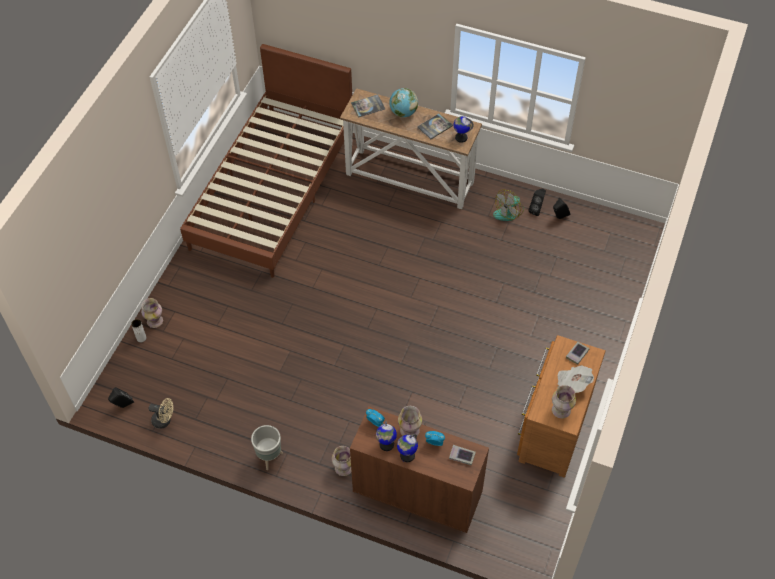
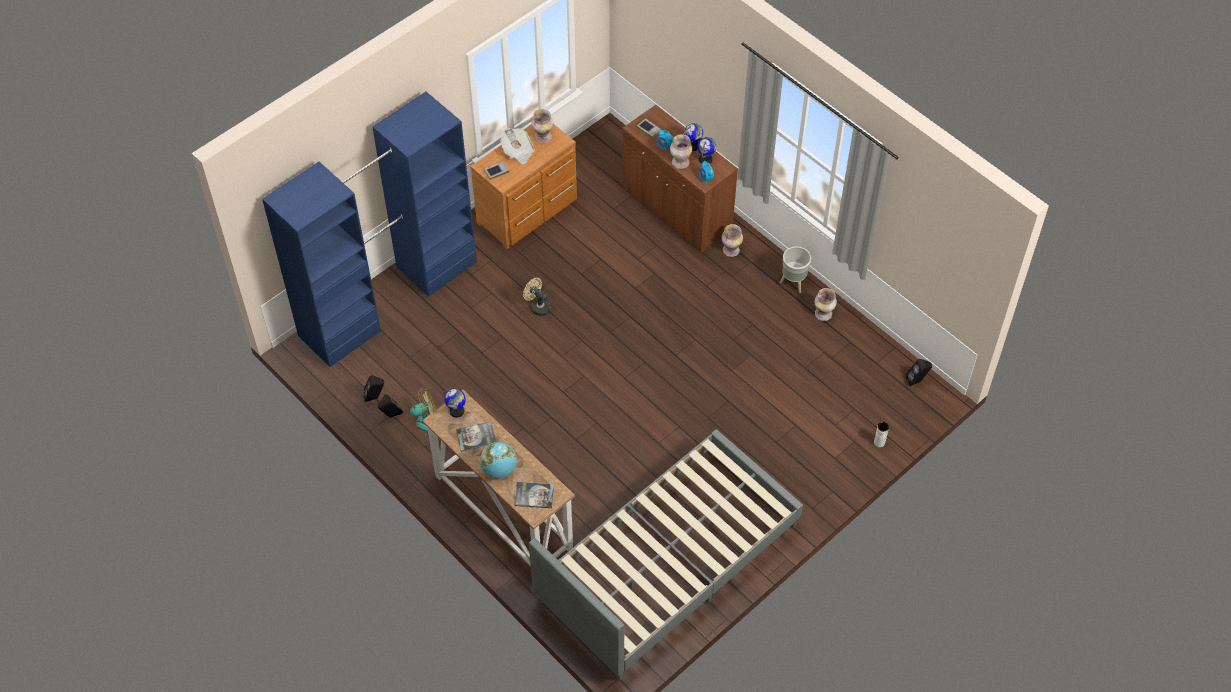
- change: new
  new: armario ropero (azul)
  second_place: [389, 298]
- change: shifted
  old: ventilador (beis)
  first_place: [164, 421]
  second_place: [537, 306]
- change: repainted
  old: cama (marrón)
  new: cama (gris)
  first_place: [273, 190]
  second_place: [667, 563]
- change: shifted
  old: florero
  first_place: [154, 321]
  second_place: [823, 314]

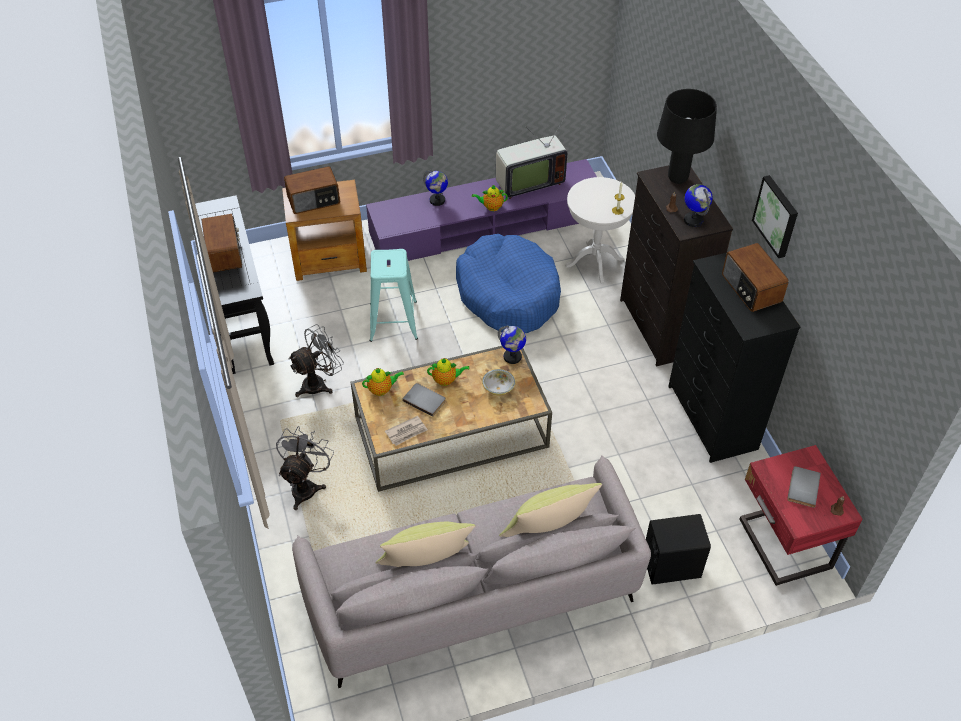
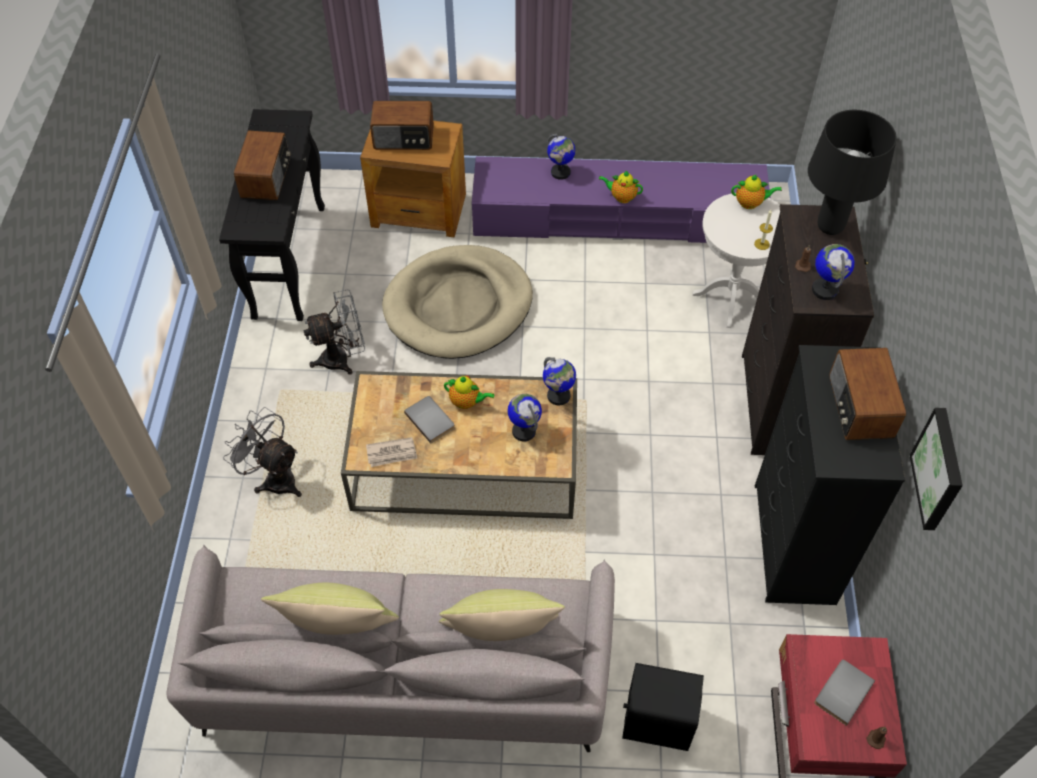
- change: rotated
  old: ventilador (gris)
  first_place: [306, 486]
  second_place: [274, 478]
  degrees: -90
- change: swapped
  old: taburete (turquesa)
  new: cama para perro (beis)
  first_place: [393, 321]
  second_place: [458, 306]
- change: swapped
  old: cuenco
  new: globo terráqueo
  first_place: [498, 388]
  second_place: [524, 431]
- change: shifted
  old: tetera
  first_place: [382, 390]
  second_place: [750, 203]
- change: shifted
  old: cuadro
  first_place: [777, 216]
  second_place: [940, 469]
- change: gone
  old: cama para perro (azul)
  first_place: [508, 294]
- change: gone
  old: televisor
  first_place: [527, 182]

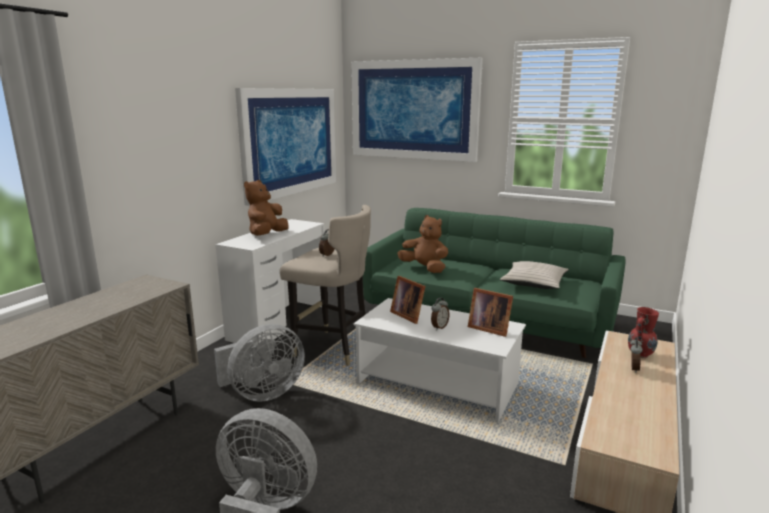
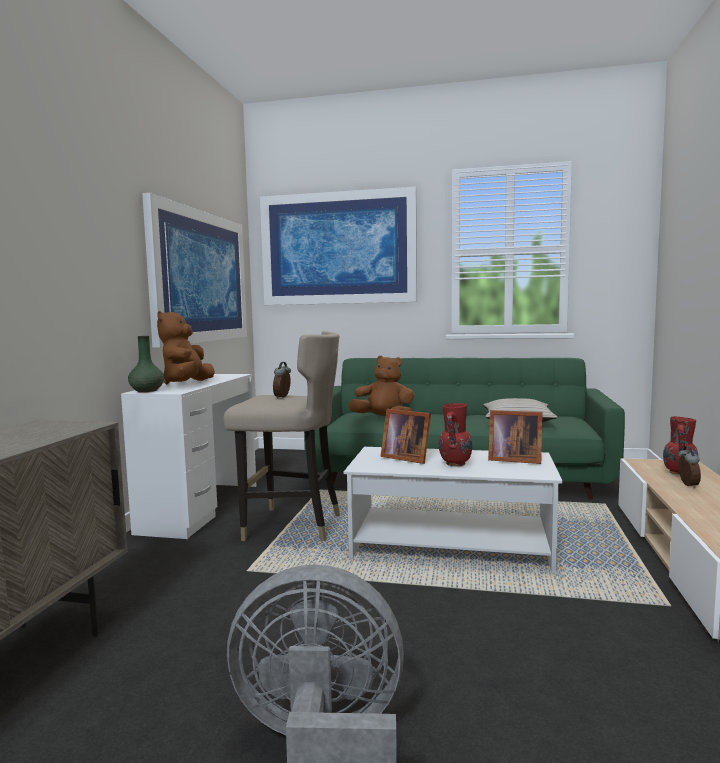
- change: new
  new: florero (verde)
  second_place: [147, 391]
- change: swapped
  old: despertador
  new: florero (rojo)
  first_place: [439, 327]
  second_place: [455, 464]
- change: gone
  old: ventilador (gris)
  first_place: [262, 393]

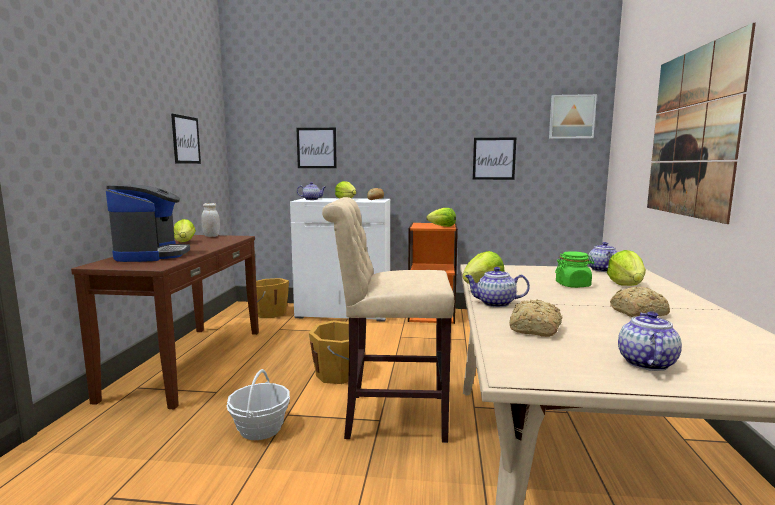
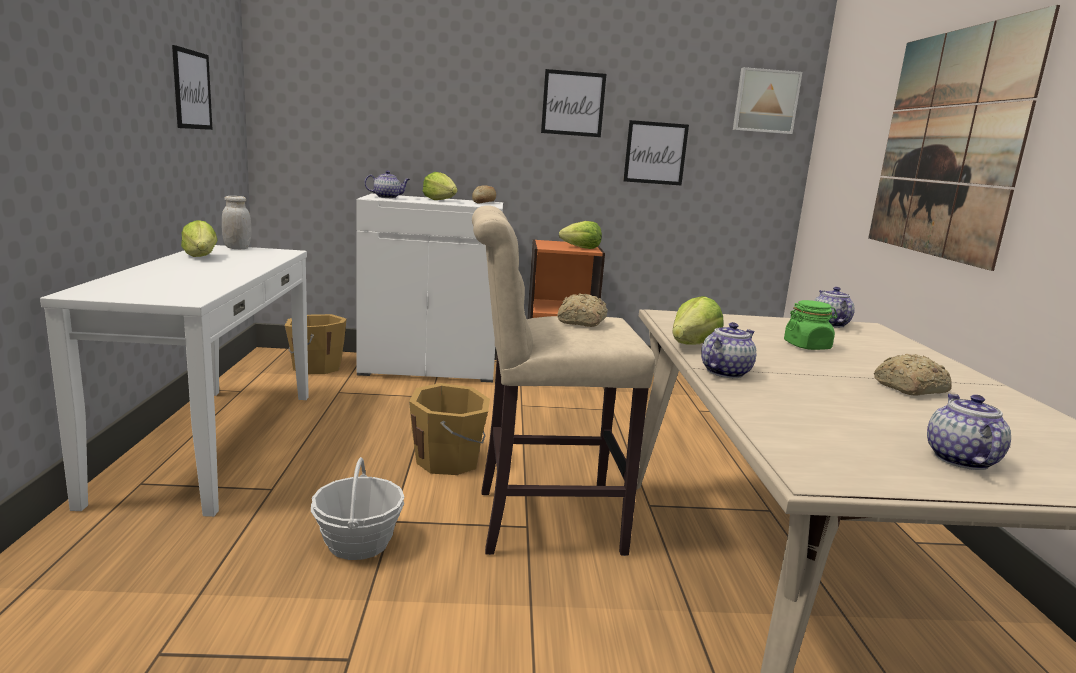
- change: repainted
  old: mesa consola (marrón)
  new: mesa consola (blanco)
  first_place: [188, 362]
  second_place: [211, 443]
- change: shifted
  old: cuadro
  first_place: [316, 148]
  second_place: [573, 103]
- change: shifted
  old: pan
  first_place: [534, 330]
  second_place: [581, 322]
- change: rotated
  old: tetera
  first_place: [494, 304]
  second_place: [725, 372]
  degrees: 135
- change: gone
  old: cafetera
  first_place: [151, 255]
- change: gone
  old: lechuga
  first_place: [626, 285]

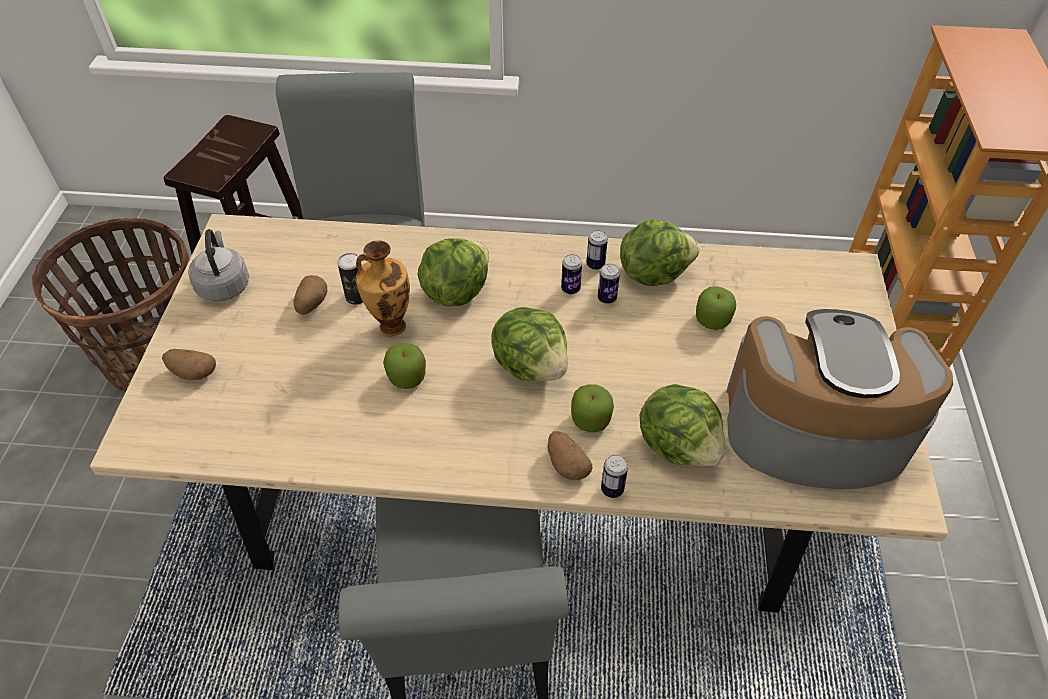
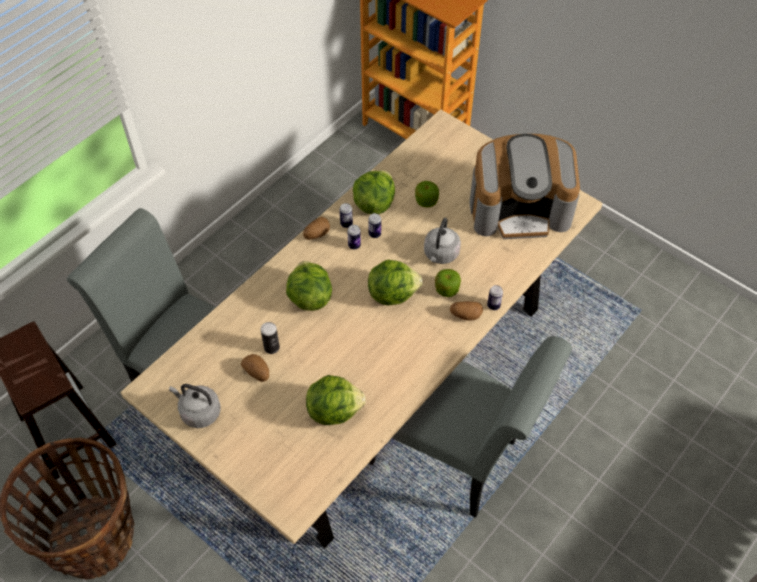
- change: shifted
  old: patata
  first_place: [192, 372]
  second_place: [316, 234]
- change: shifted
  old: lechuga
  first_place: [679, 445]
  second_place: [334, 410]
- change: new
  new: hervidor (gris)
  second_place: [440, 254]
- change: rotated
  old: cafetera
  first_place: [814, 429]
  second_place: [520, 209]
  degrees: -135
- change: gone
  old: florero
  first_place: [390, 326]
- change: gone
  old: manzana
  first_place: [407, 377]

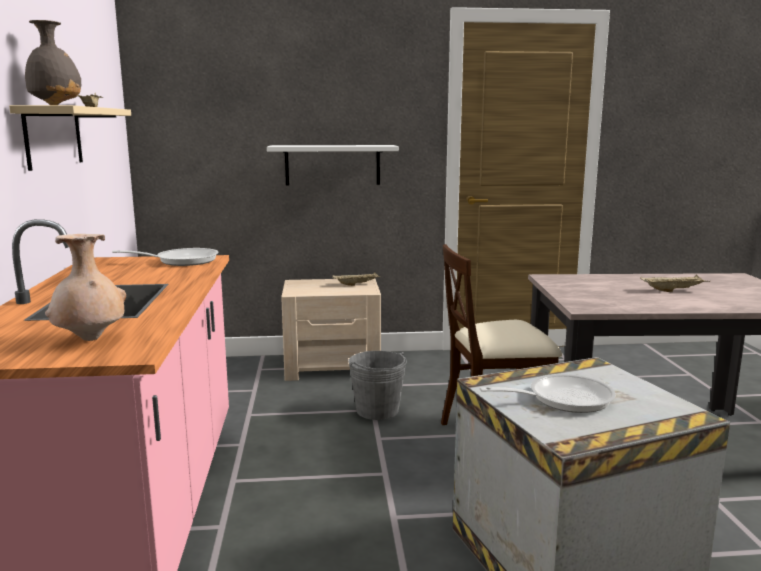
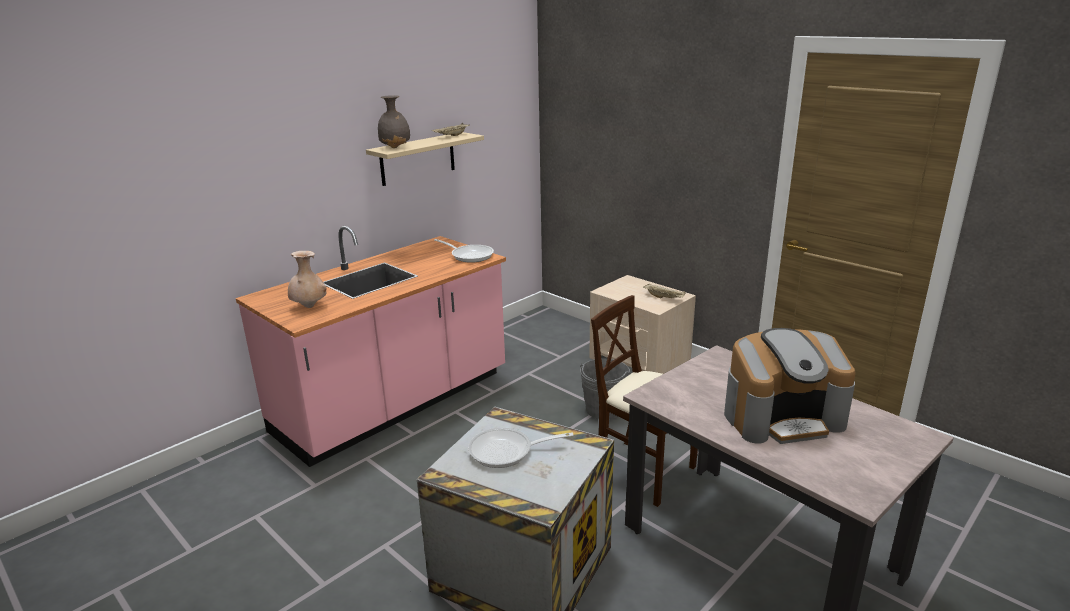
- change: rotated
  old: sartén
  first_place: [562, 399]
  second_place: [506, 452]
  degrees: 135
- change: swapped
  old: bandeja (beis)
  new: cafetera
  first_place: [673, 291]
  second_place: [782, 417]
- change: gone
  old: estante (blanco)
  first_place: [332, 165]

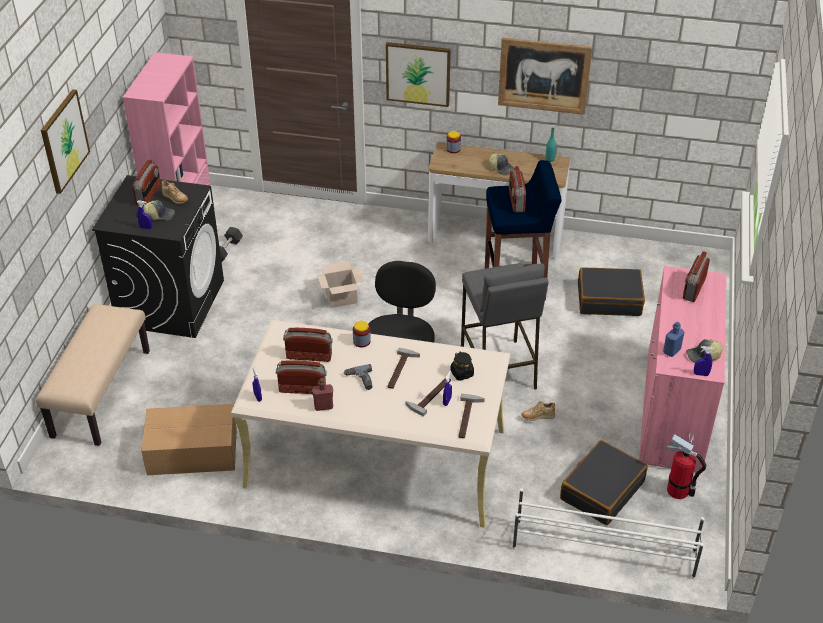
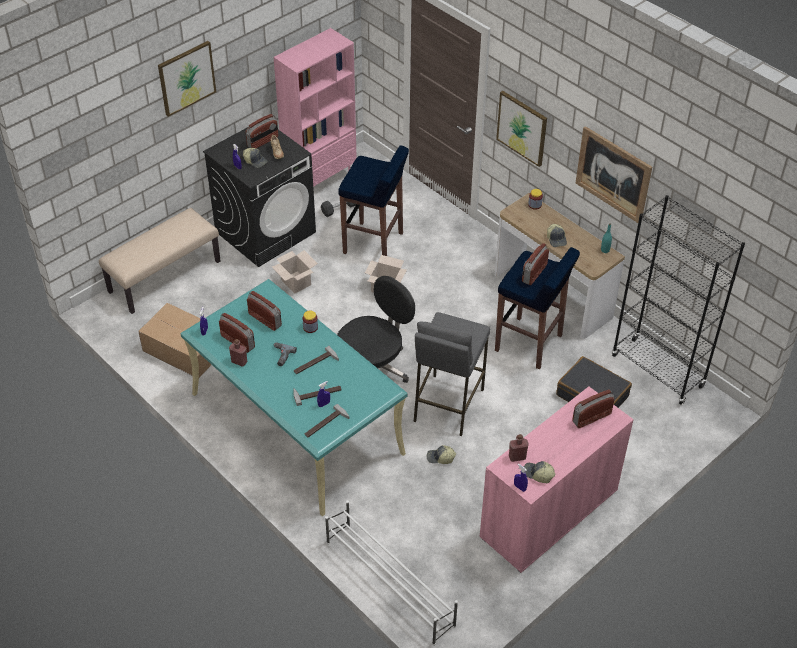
- change: repainted
  old: escritorio (beis)
  new: escritorio (turquesa)
  first_place: [375, 458]
  second_place: [296, 423]
- change: new
  new: caja de cartón
  second_place: [295, 282]
- change: new
  new: taburete (azul)
  second_place: [374, 243]
- change: swapped
  old: zapato (beis)
  new: gorra
  first_place: [537, 417]
  second_place: [440, 458]
- change: repainted
  old: botella (azul)
  new: botella (rojo)
  first_place: [671, 351]
  second_place: [517, 457]
- change: new
  new: estantería (negro)
  second_place: [657, 371]
- change: gone
  old: tarro (negro)
  first_place: [461, 373]
- change: gone
  old: maleta (negro)
  first_place: [601, 490]
- change: gone
  old: extintor
  first_place: [678, 490]

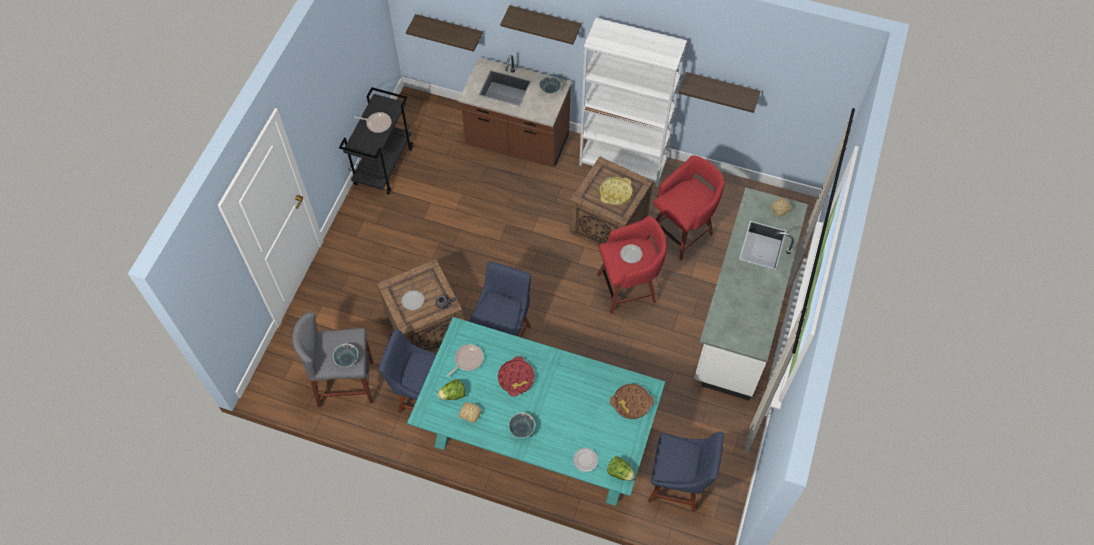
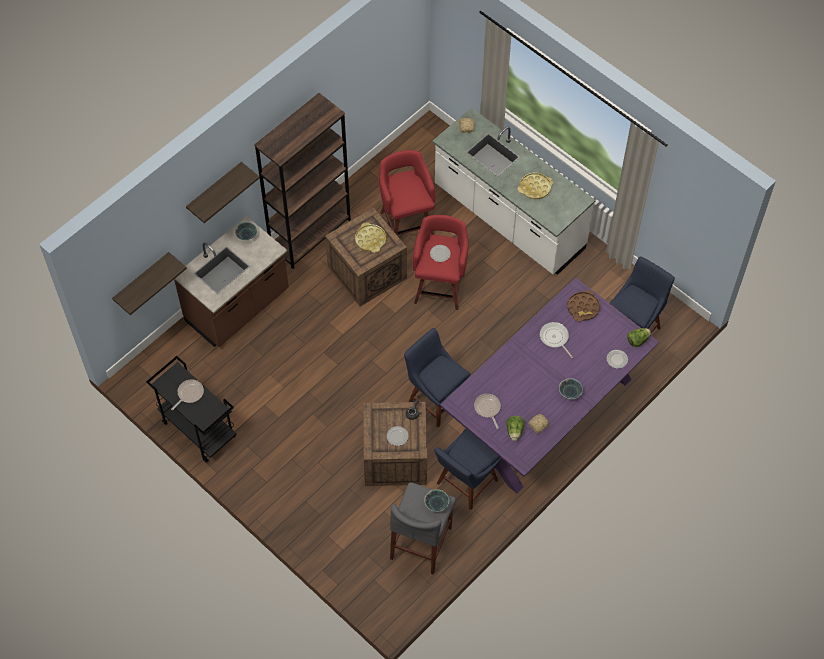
- change: repainted
  old: estantería (blanco)
  new: estantería (marrón)
  first_place: [623, 163]
  second_place: [310, 234]
- change: repainted
  old: mesa de comedor (turquesa)
  new: mesa de comedor (morado)
  first_place: [537, 436]
  second_place: [544, 411]
- change: new
  new: bandeja (amarillo)
  second_place: [535, 188]
- change: new
  new: sartén
  second_place: [555, 338]
- change: gone
  old: bandeja (rojo)
  first_place: [516, 378]
- change: gone
  old: estante
  first_place: [721, 89]

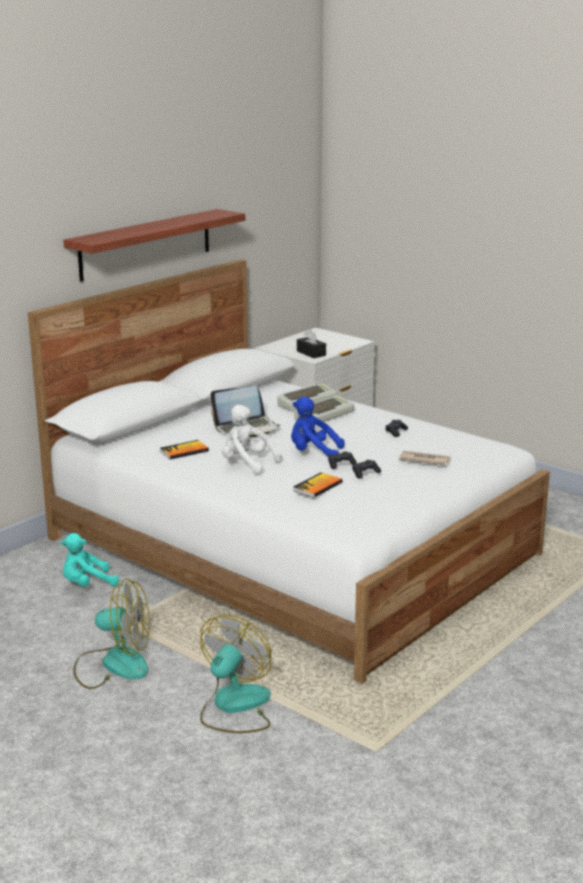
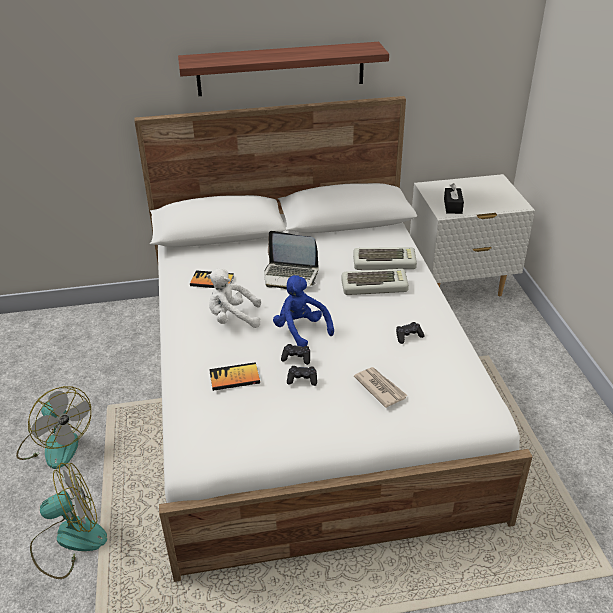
- change: rotated
  old: peluche (blanco)
  first_place: [247, 463]
  second_place: [233, 318]
  degrees: -75
- change: gone
  old: peluche (turquesa)
  first_place: [87, 584]

